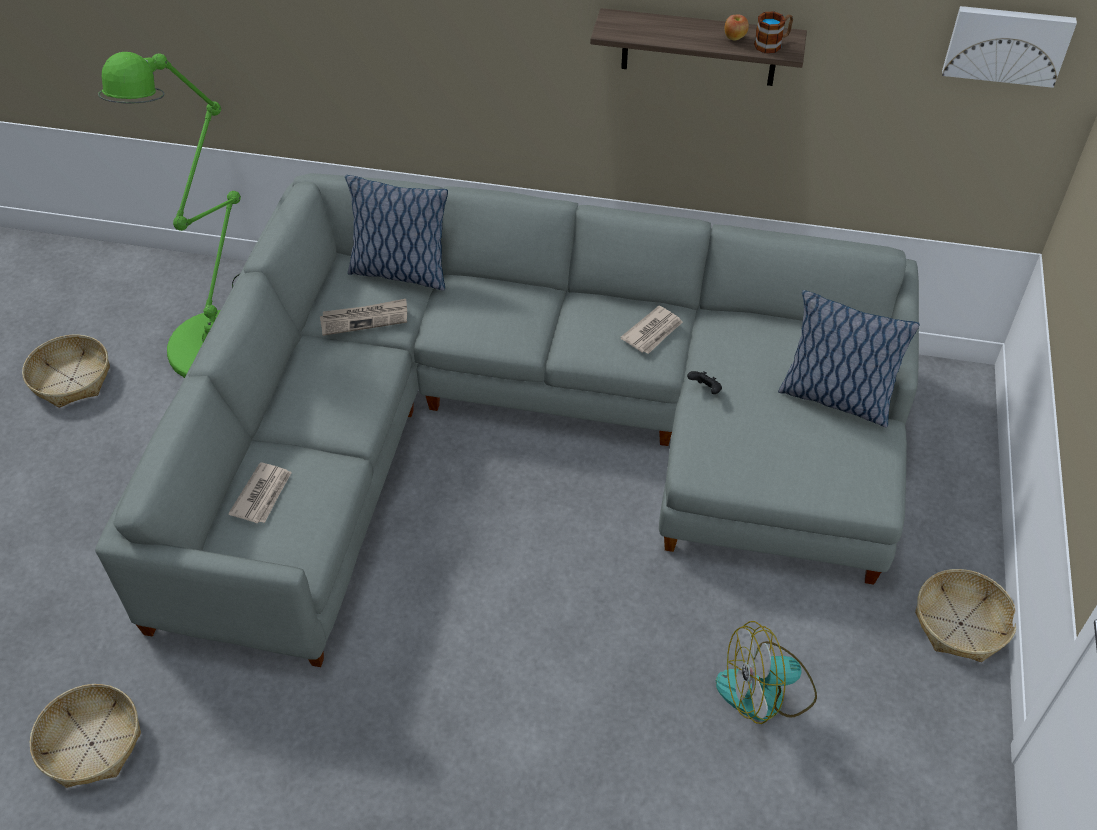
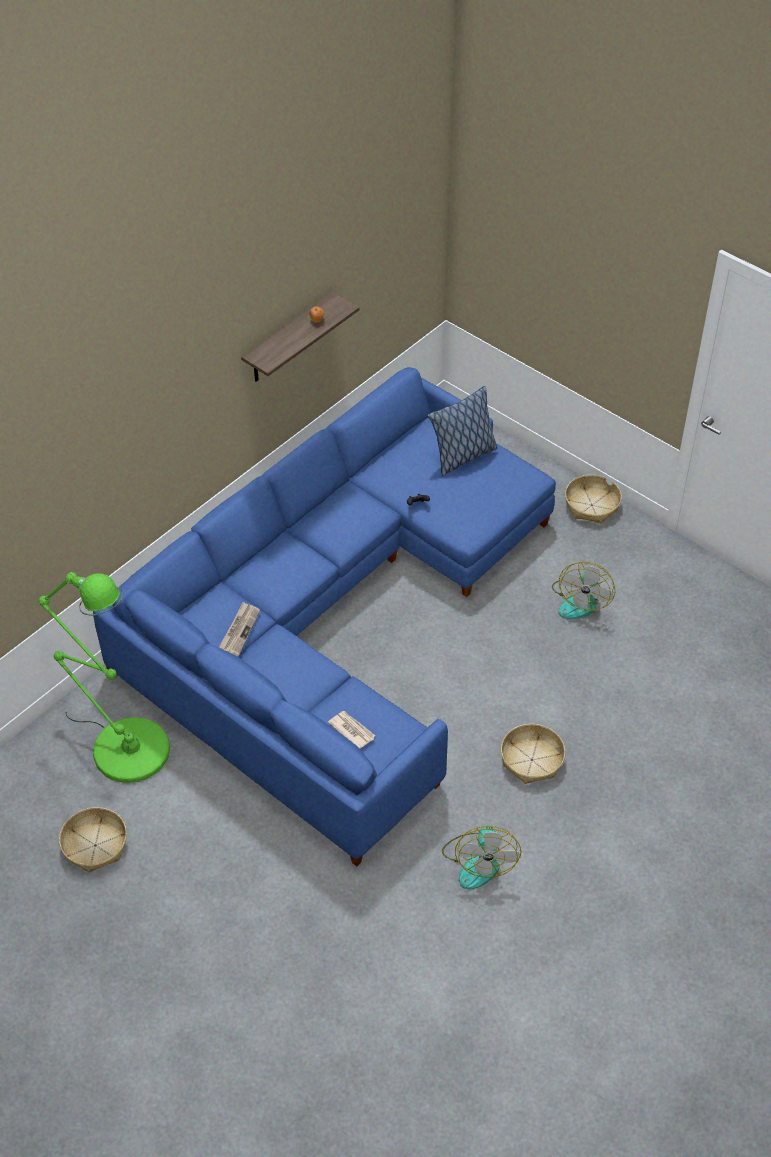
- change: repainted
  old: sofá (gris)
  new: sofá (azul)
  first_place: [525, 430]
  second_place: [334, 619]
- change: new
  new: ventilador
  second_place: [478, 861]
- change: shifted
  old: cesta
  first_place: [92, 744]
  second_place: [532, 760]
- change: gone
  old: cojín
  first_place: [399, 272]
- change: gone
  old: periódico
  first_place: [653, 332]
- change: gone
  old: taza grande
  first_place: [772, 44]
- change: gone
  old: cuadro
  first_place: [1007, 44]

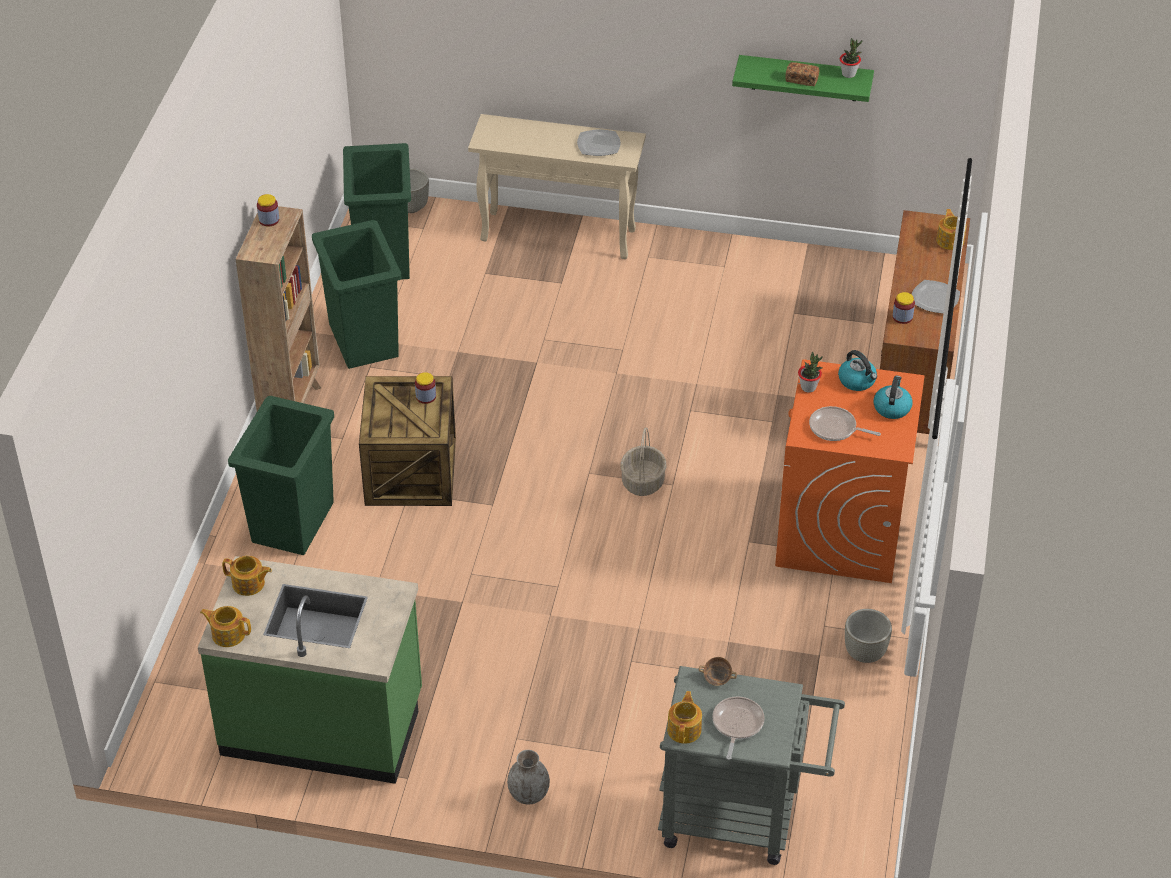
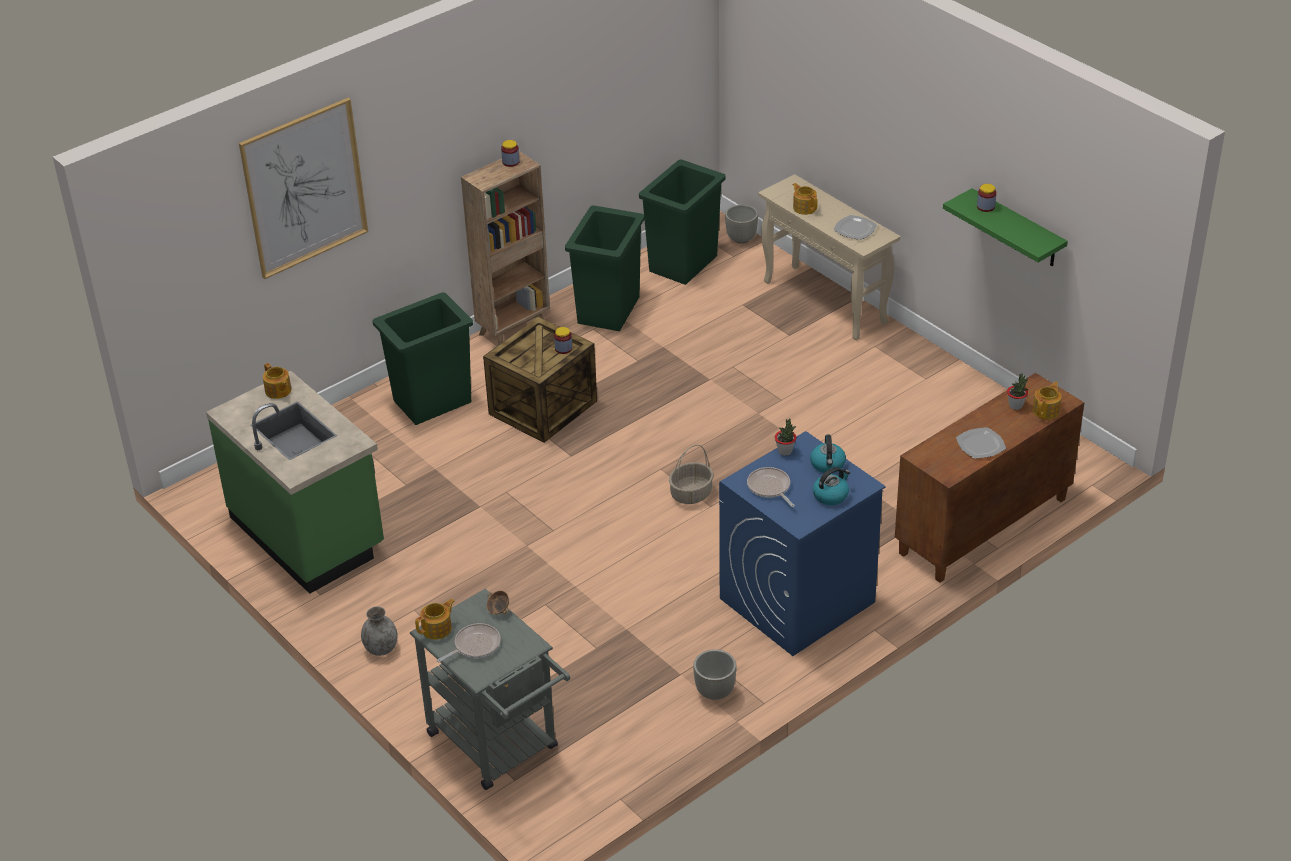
- change: new
  new: cuadro
  second_place: [304, 188]
- change: repainted
  old: lavadora (naranja)
  new: lavadora (azul)
  first_place: [840, 531]
  second_place: [796, 601]
- change: shifted
  old: tetera
  first_place: [228, 634]
  second_place: [804, 207]
- change: shifted
  old: tarro
  first_place: [902, 317]
  second_place: [985, 207]
- change: shifted
  old: planta en maceta
  first_place: [848, 74]
  second_place: [1016, 405]
- change: gone
  old: pan
  first_place: [801, 80]

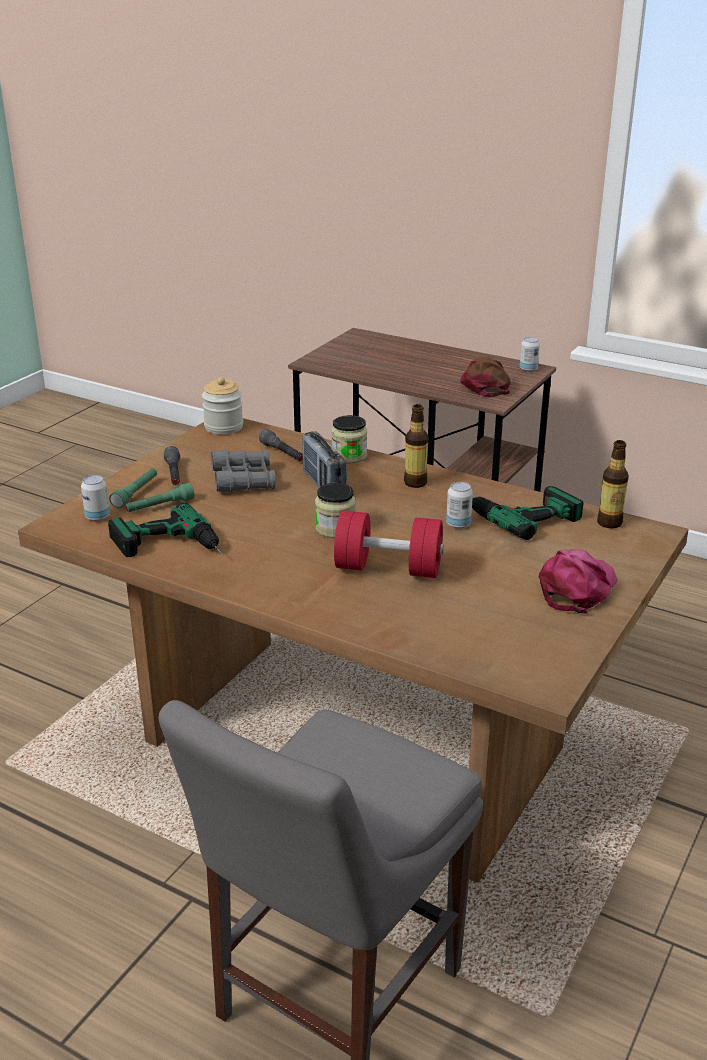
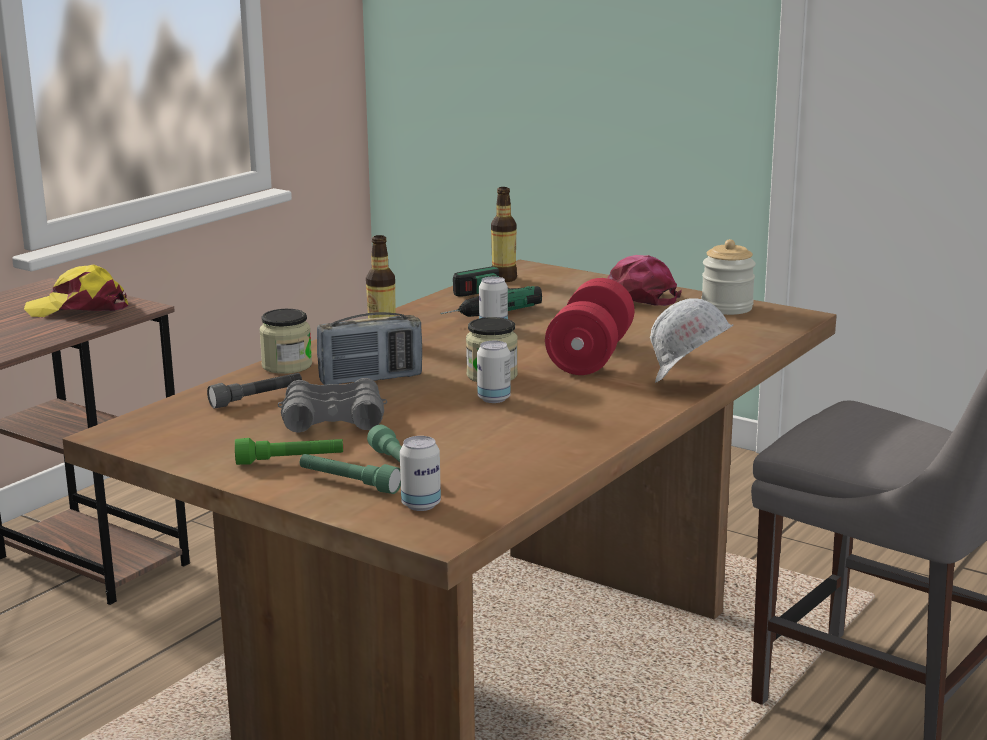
- change: repainted
  old: gorra (marrón)
  new: gorra (amarillo)
  first_place: [484, 385]
  second_place: [79, 308]
- change: repainted
  old: linterna (gris)
  new: linterna (verde)
  first_place: [174, 474]
  second_place: [290, 461]
- change: shifted
  old: lata
  first_place: [528, 369]
  second_place: [494, 399]
- change: new
  new: casco (blanco)
  second_place: [688, 385]
- change: shifted
  old: tarro
  first_place: [223, 427]
  second_place: [726, 308]
- change: gone
  old: taladro
  first_place: [171, 549]

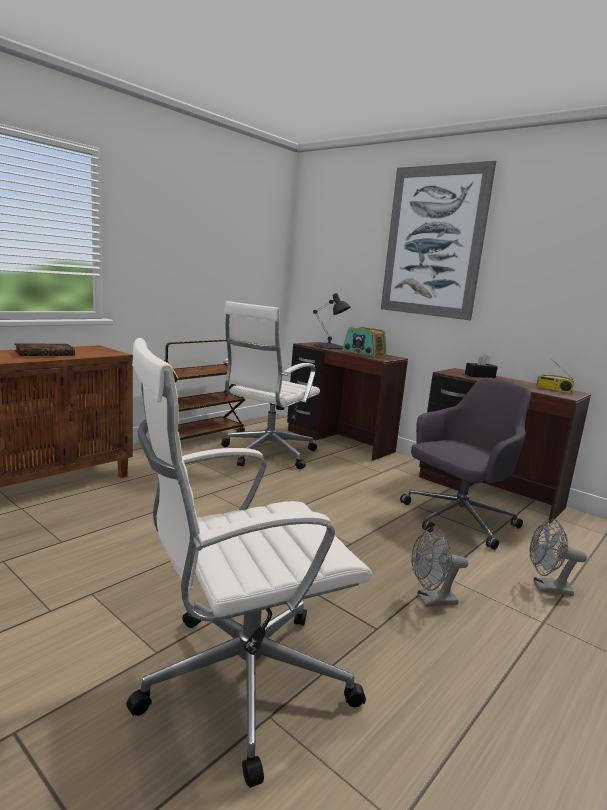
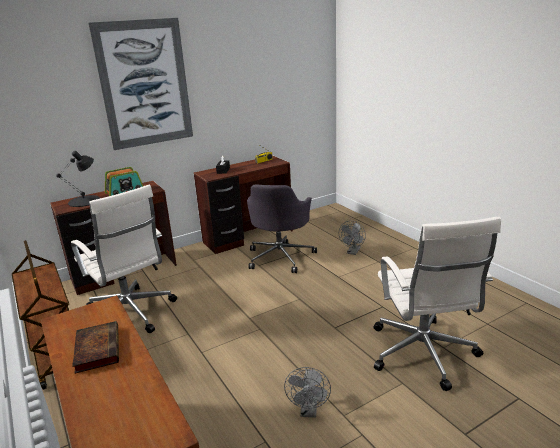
- change: rotated
  old: silla de oficina (gris)
  first_place: [457, 520]
  second_place: [280, 256]
  degrees: -150
- change: shifted
  old: ventilador (gris)
  first_place: [431, 601]
  second_place: [309, 411]

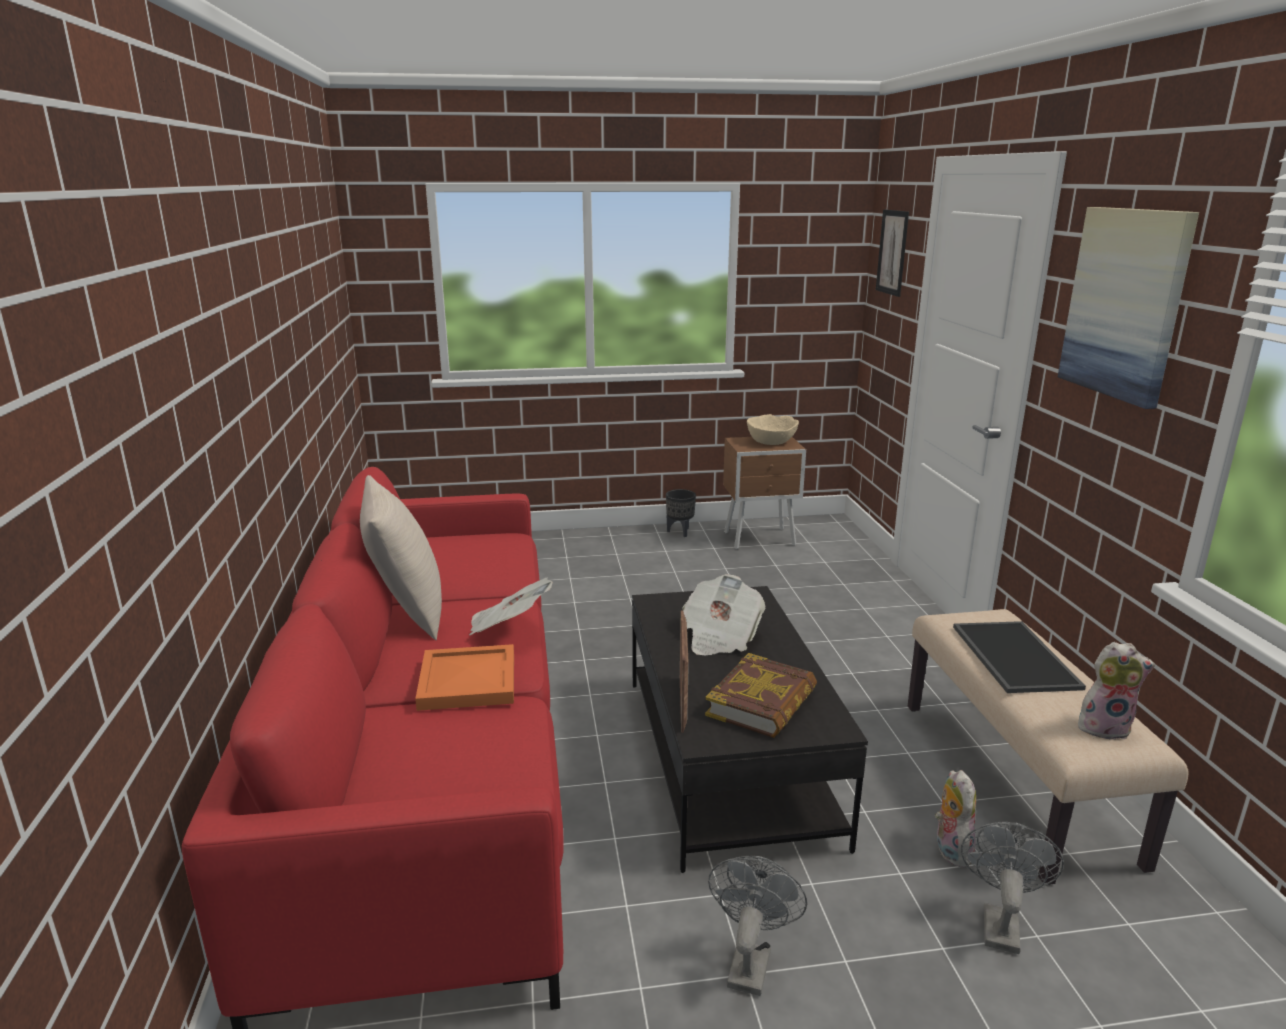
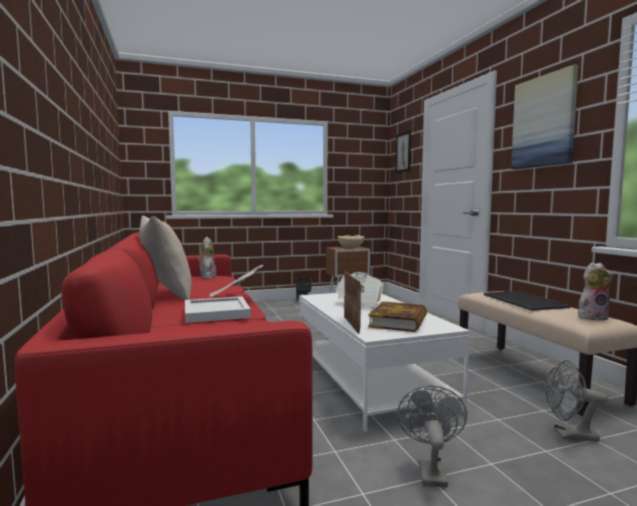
- change: repainted
  old: bandeja (naranja)
  new: bandeja (blanco)
  first_place: [469, 680]
  second_place: [217, 312]
- change: shifted
  old: peluche
  first_place: [949, 849]
  second_place: [207, 277]
- change: repainted
  old: mesa de centro (negro)
  new: mesa de centro (blanco)
  first_place: [727, 757]
  second_place: [368, 379]
- change: rotated
  old: ventilador (gris)
  first_place: [999, 922]
  second_place: [569, 435]
  degrees: -90

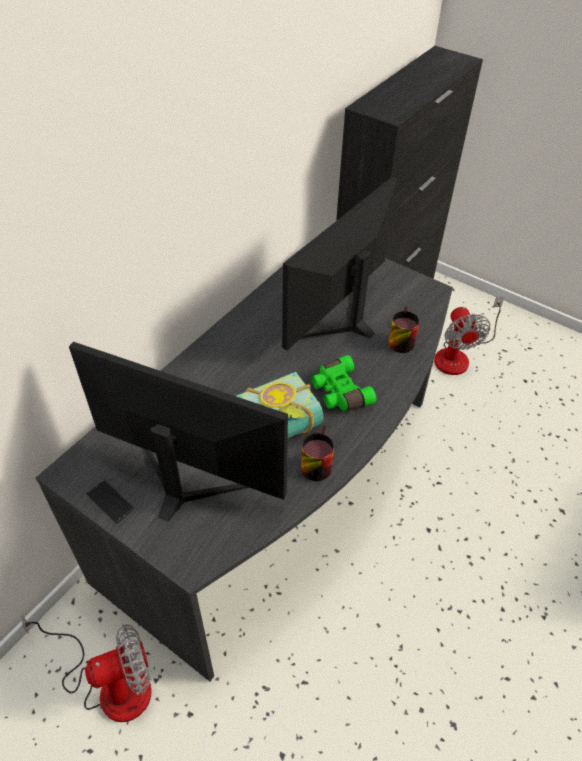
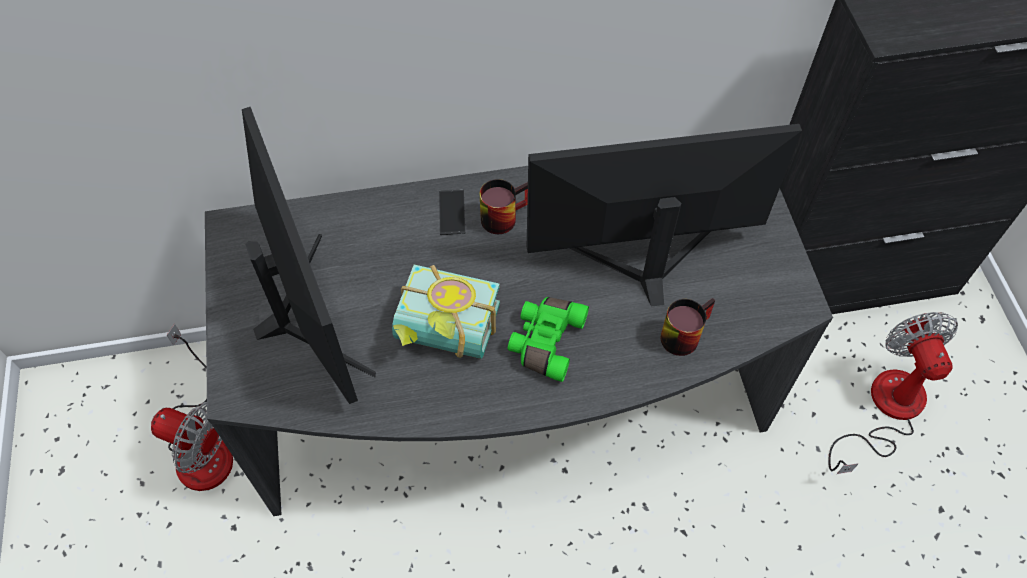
- change: shifted
  old: móvil
  first_place: [110, 501]
  second_place: [452, 212]
- change: shifted
  old: taza grande
  first_place: [314, 462]
  second_place: [502, 214]
- change: rotated
  old: ventilador
  first_place: [459, 355]
  second_place: [886, 409]
  degrees: 135

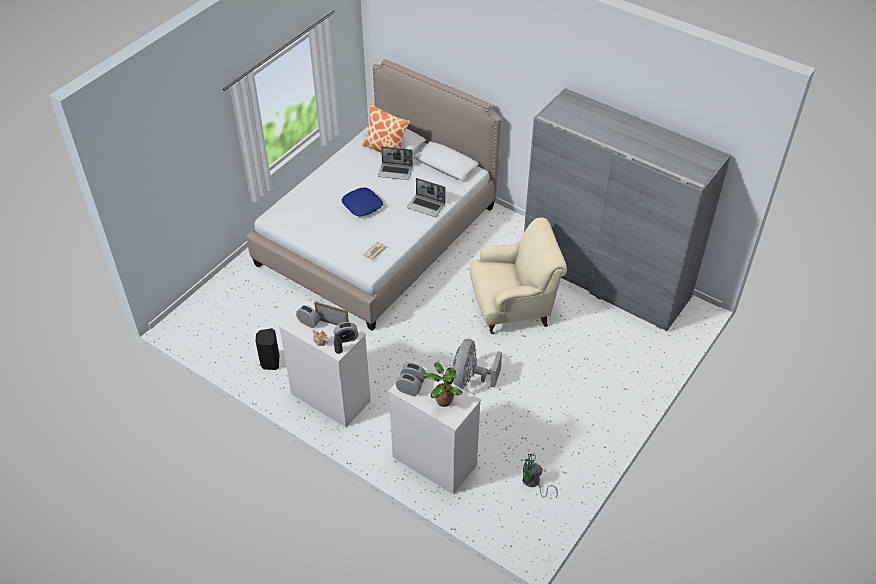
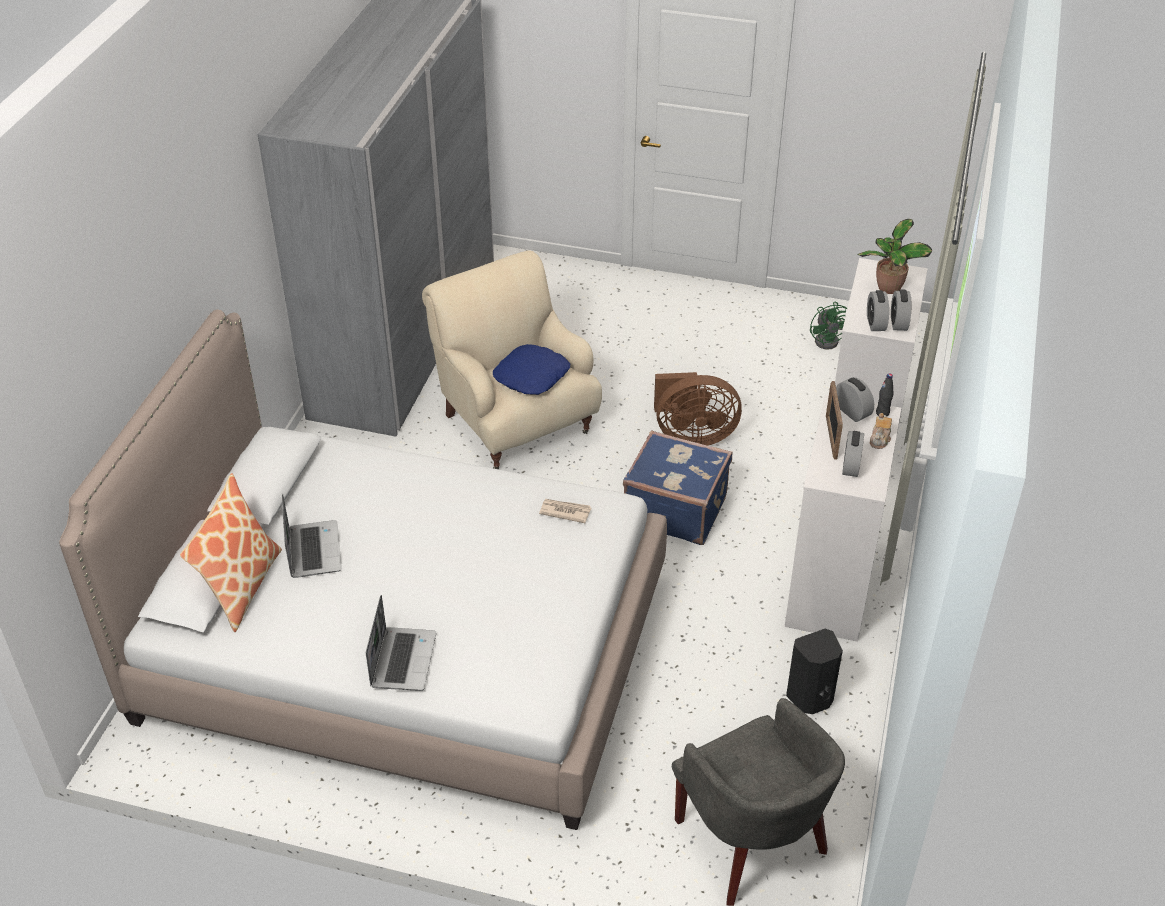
- change: shifted
  old: portátil
  first_place: [426, 206]
  second_place: [402, 659]
- change: shifted
  old: cojín (azul)
  first_place: [362, 205]
  second_place: [531, 376]
- change: new
  new: maleta (azul)
  second_place: [675, 509]
- change: repainted
  old: ventilador (gris)
  new: ventilador (marrón)
  first_place: [470, 379]
  second_place: [692, 436]
- change: new
  new: sillón (gris)
  second_place: [752, 844]

